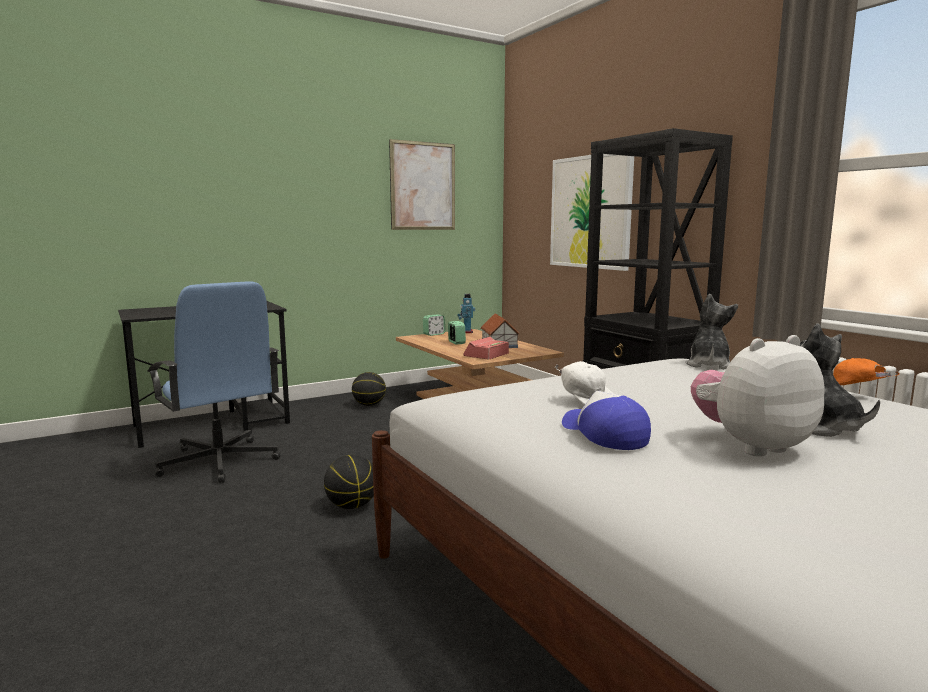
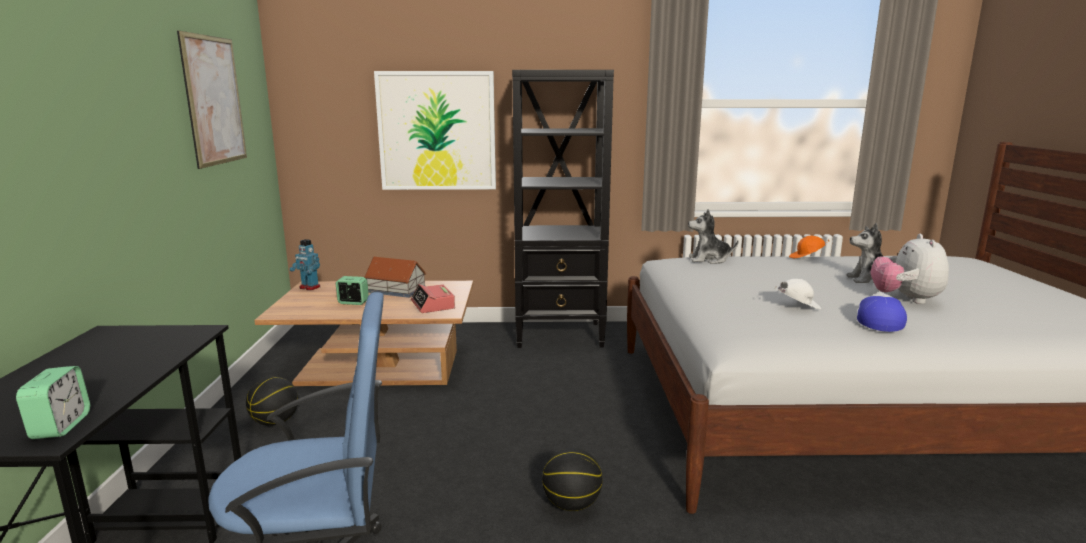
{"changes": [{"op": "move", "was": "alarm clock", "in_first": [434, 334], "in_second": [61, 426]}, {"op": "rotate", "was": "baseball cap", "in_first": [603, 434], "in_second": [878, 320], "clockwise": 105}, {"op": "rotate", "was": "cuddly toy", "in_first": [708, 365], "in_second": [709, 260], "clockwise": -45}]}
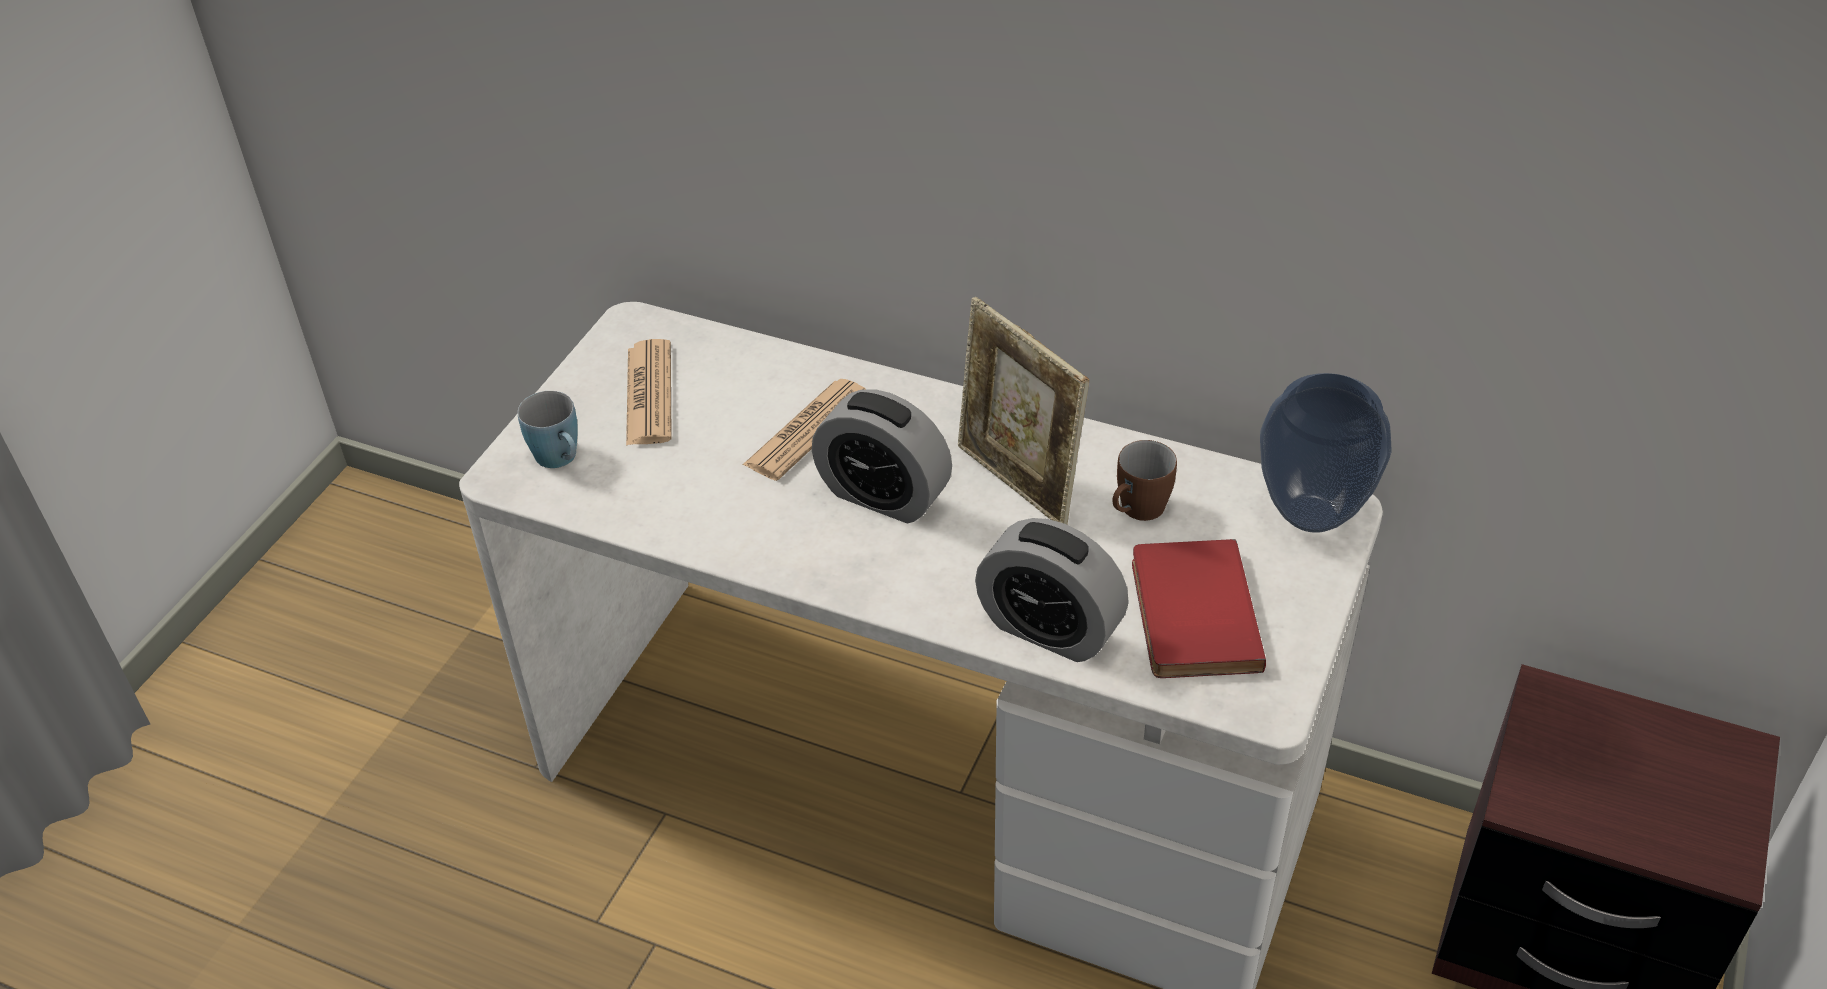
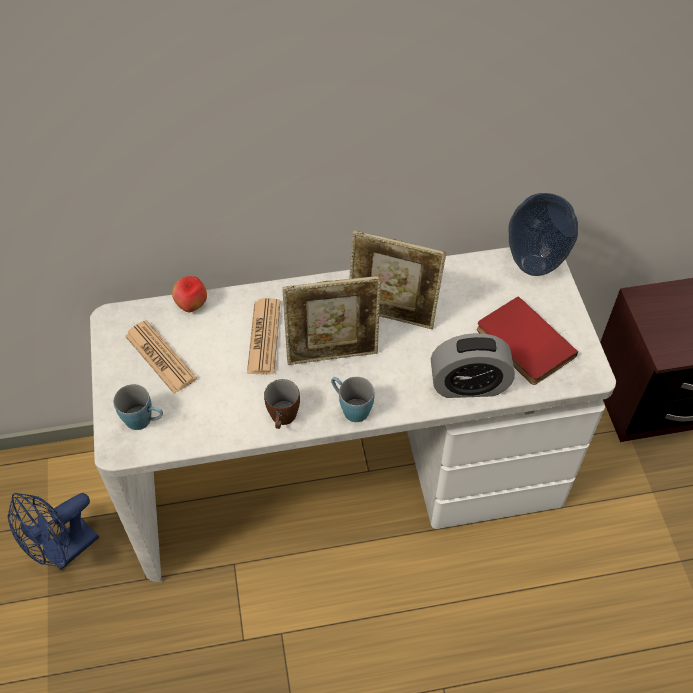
{"changes": [{"op": "replace", "was": "alarm clock", "now": "photo frame", "in_first": [883, 495], "in_second": [333, 354]}, {"op": "move", "was": "brown coffee mug", "in_first": [1136, 512], "in_second": [282, 420]}, {"op": "insert", "now": "blue-coloured electric fan", "in_second": [65, 552]}, {"op": "insert", "now": "whole apple", "in_second": [192, 305]}, {"op": "insert", "now": "blue-coloured coffee mug", "in_second": [350, 407]}]}
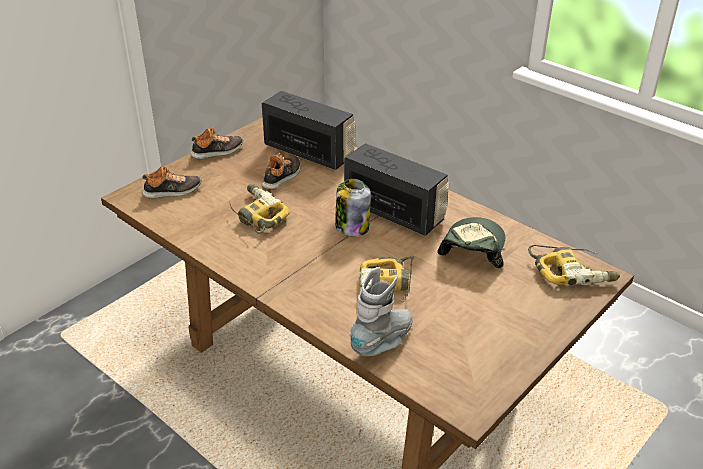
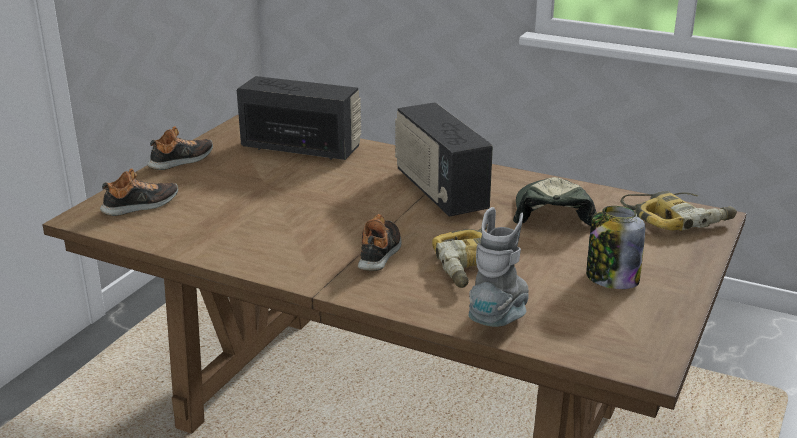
{"changes": [{"op": "delete", "was": "drill", "in_first": [256, 215]}, {"op": "move", "was": "item of footwear", "in_first": [282, 177], "in_second": [380, 253]}, {"op": "move", "was": "preserve jar", "in_first": [352, 227], "in_second": [611, 278]}, {"op": "rotate", "was": "radio set", "in_first": [394, 212], "in_second": [439, 191], "clockwise": -135}]}
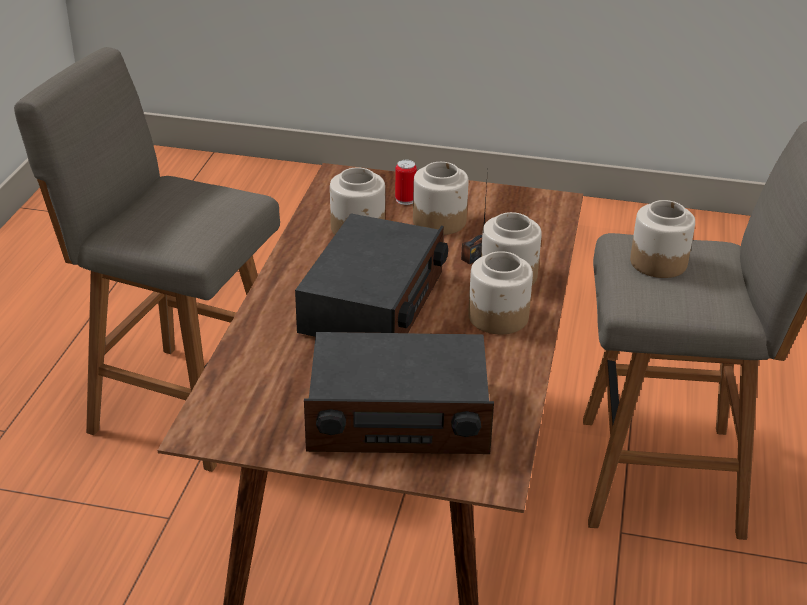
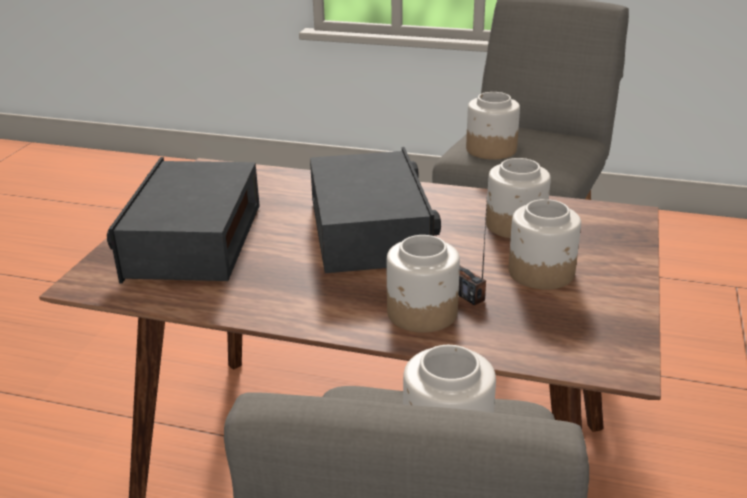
{"changes": [{"op": "rotate", "was": "radio set", "in_first": [373, 303], "in_second": [370, 232], "clockwise": -120}, {"op": "delete", "was": "metal can", "in_first": [405, 200]}, {"op": "move", "was": "preserve jar", "in_first": [498, 317], "in_second": [490, 149]}]}
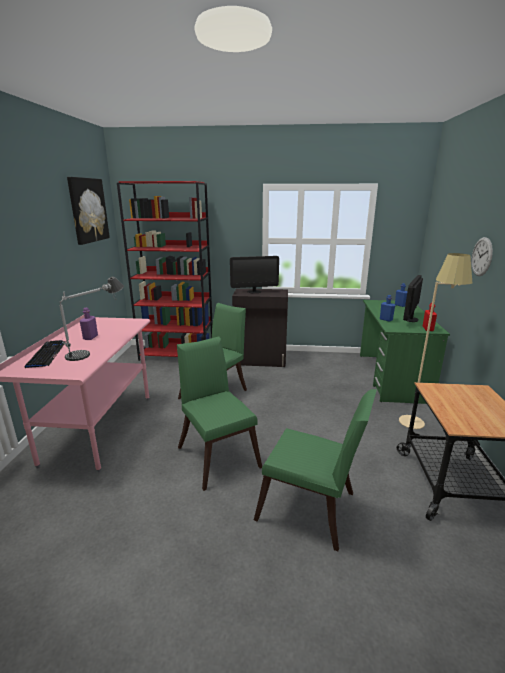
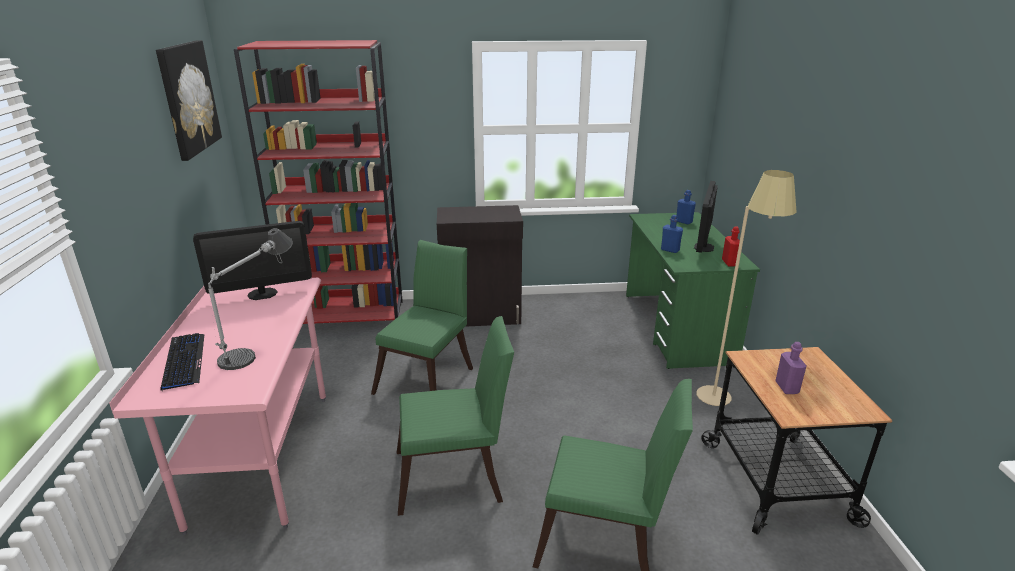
{"changes": [{"op": "move", "was": "purple-coloured bottle", "in_first": [90, 337], "in_second": [786, 388]}, {"op": "rotate", "was": "green chair", "in_first": [217, 453], "in_second": [456, 476], "clockwise": 120}, {"op": "move", "was": "monitor", "in_first": [254, 291], "in_second": [262, 294]}, {"op": "delete", "was": "wall clock", "in_first": [481, 256]}]}
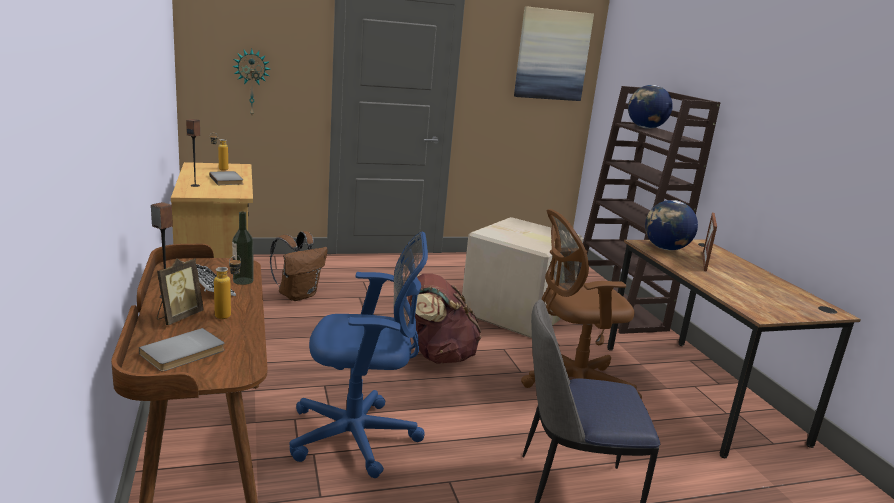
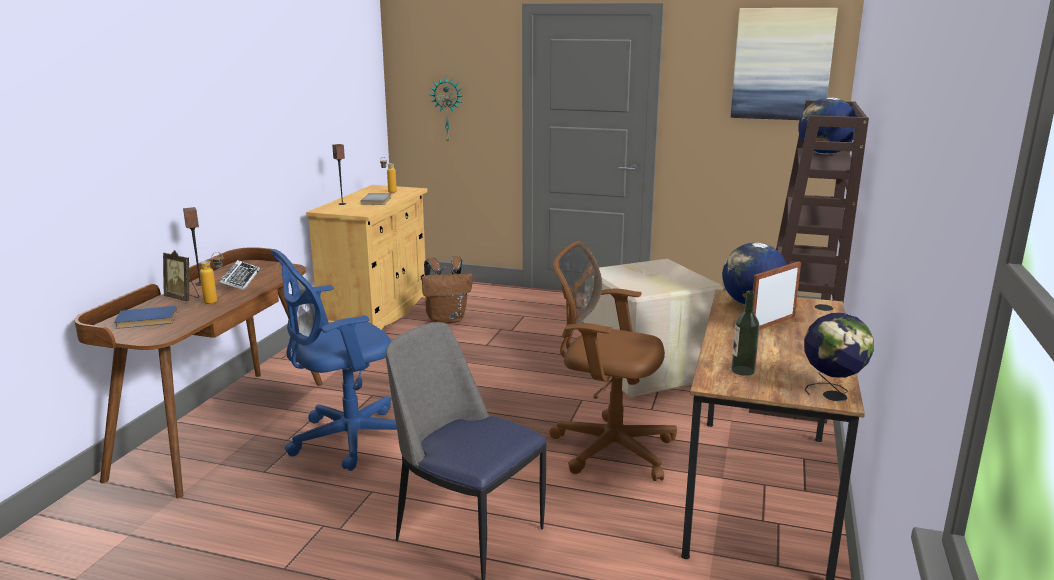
{"changes": [{"op": "recolor", "was": "gray bound book", "now": "blue-coloured bound book", "in_first": [184, 353], "in_second": [146, 320]}, {"op": "rotate", "was": "photo frame", "in_first": [178, 317], "in_second": [183, 298], "clockwise": 60}, {"op": "move", "was": "bottle", "in_first": [243, 281], "in_second": [742, 370]}, {"op": "rotate", "was": "blue-coloured desk chair", "in_first": [359, 437], "in_second": [347, 440], "clockwise": 120}, {"op": "delete", "was": "brown backpack", "in_first": [438, 355]}, {"op": "insert", "now": "globe", "in_second": [832, 390]}]}
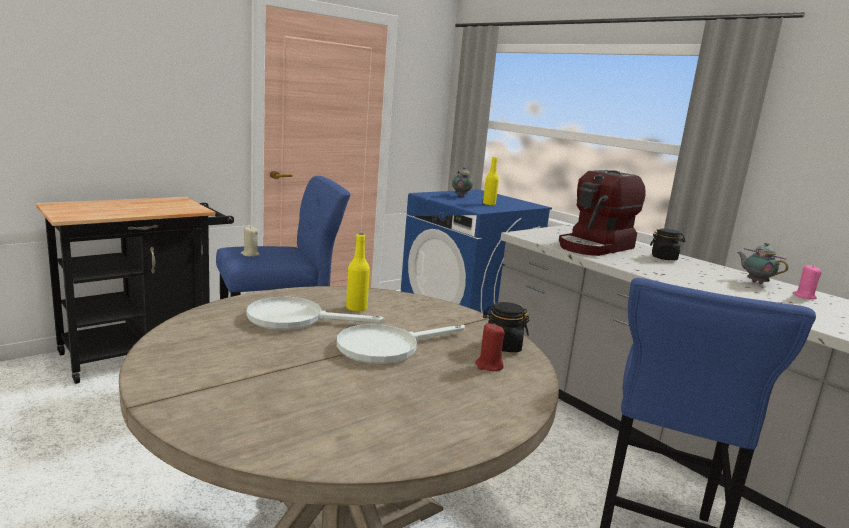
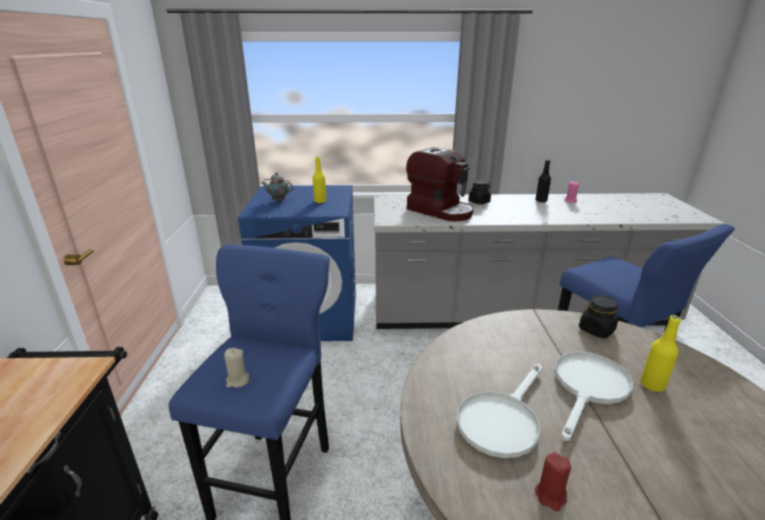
{"changes": [{"op": "rotate", "was": "white-coloured skillet", "in_first": [387, 347], "in_second": [588, 388], "clockwise": -150}, {"op": "move", "was": "yellow bottle", "in_first": [356, 308], "in_second": [652, 385]}, {"op": "move", "was": "red-coloured candle", "in_first": [489, 366], "in_second": [550, 495]}, {"op": "rotate", "was": "coffee maker", "in_first": [595, 247], "in_second": [440, 210], "clockwise": -45}, {"op": "replace", "was": "pot for tea", "now": "black bottle", "in_first": [755, 282], "in_second": [541, 201]}]}
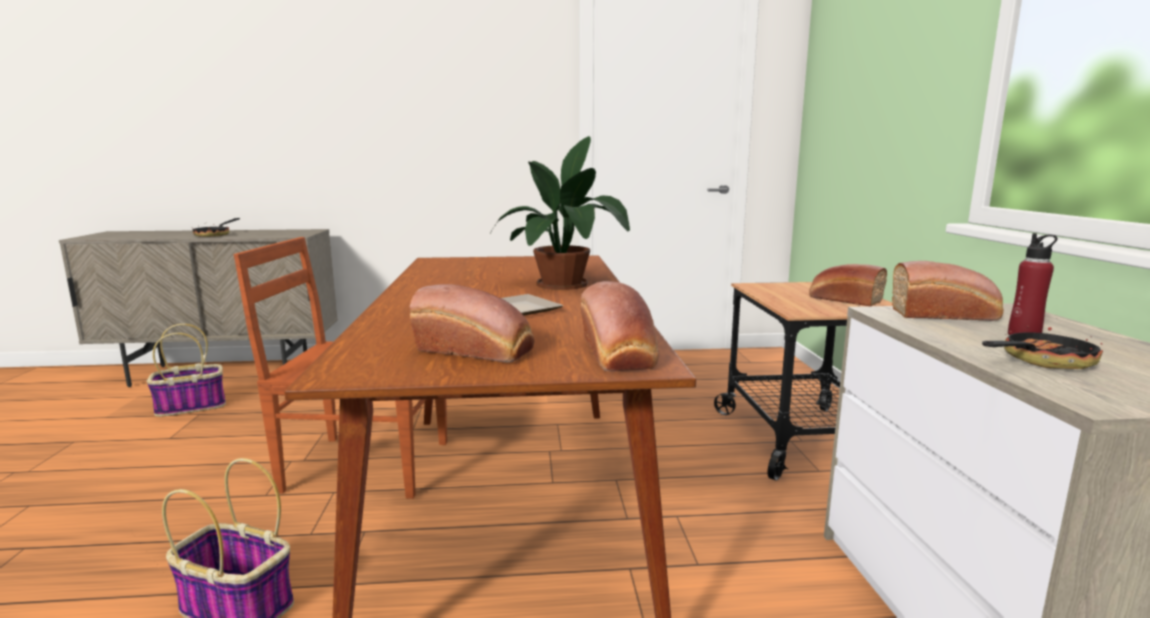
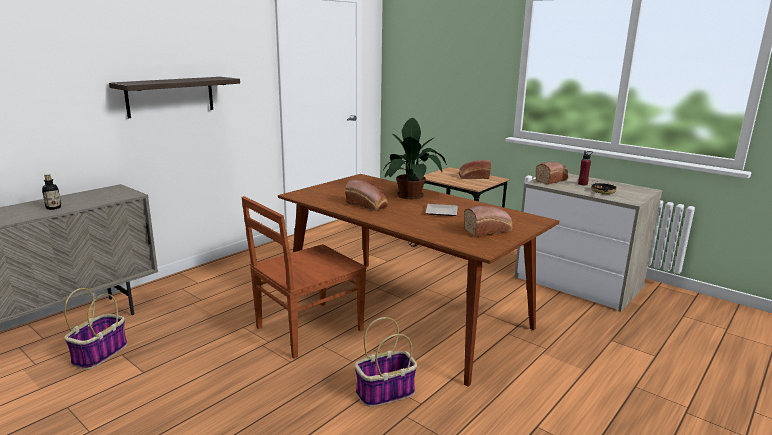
{"changes": [{"op": "replace", "was": "skillet", "now": "bottle", "in_first": [215, 235], "in_second": [53, 208]}, {"op": "move", "was": "bakery bread", "in_first": [618, 354], "in_second": [368, 205]}, {"op": "insert", "now": "shelf", "in_second": [170, 96]}]}
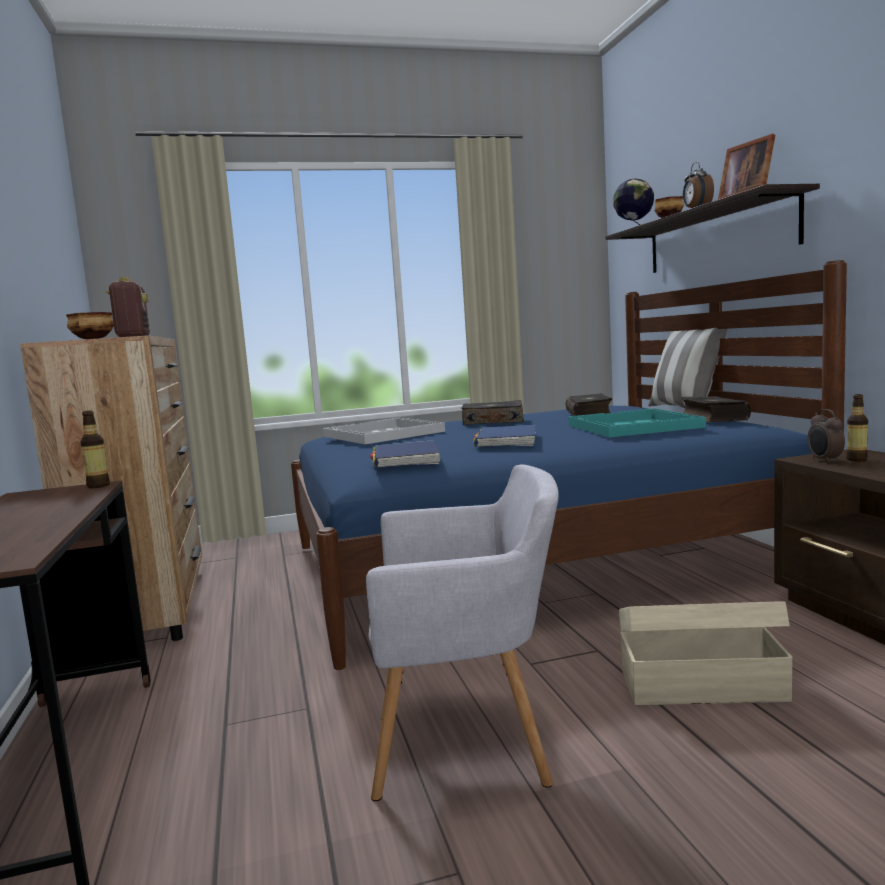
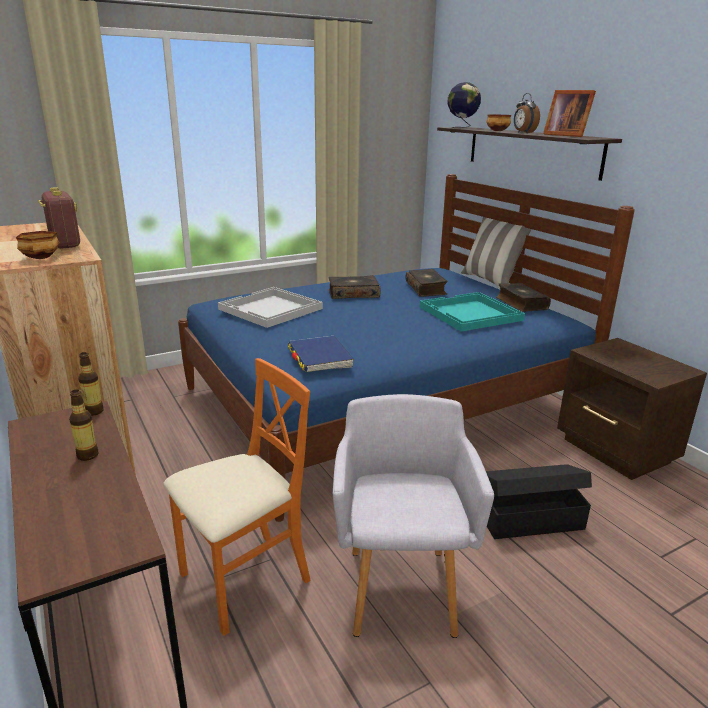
{"changes": [{"op": "rotate", "was": "gray lounge chair", "in_first": [470, 747], "in_second": [401, 584], "clockwise": -75}, {"op": "delete", "was": "blue-coloured bound book", "in_first": [506, 441]}, {"op": "recolor", "was": "beige storage box", "now": "black storage box", "in_first": [700, 685], "in_second": [528, 519]}, {"op": "delete", "was": "alarm clock", "in_first": [824, 460]}, {"op": "move", "was": "bottle", "in_first": [856, 459], "in_second": [87, 455]}, {"op": "insert", "now": "orangey chair", "in_second": [244, 580]}]}
